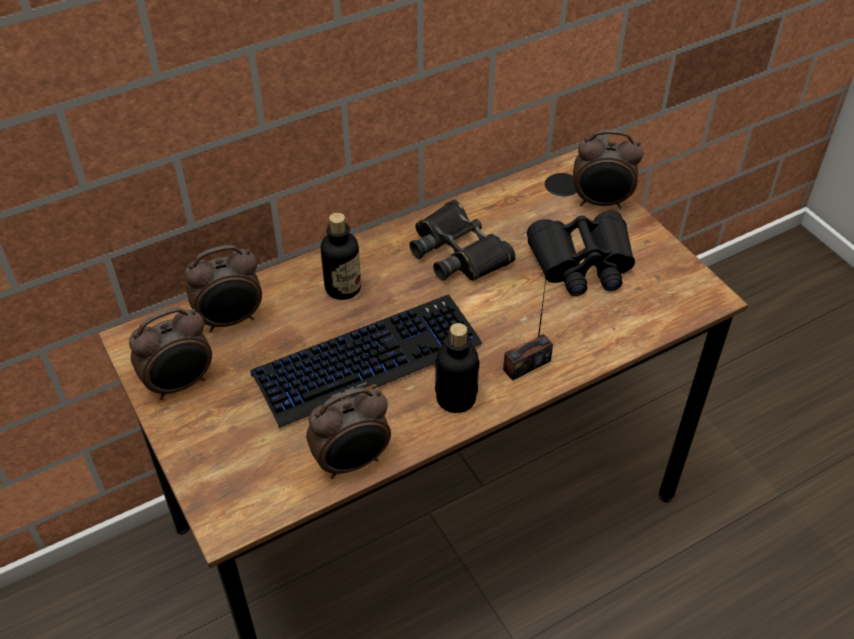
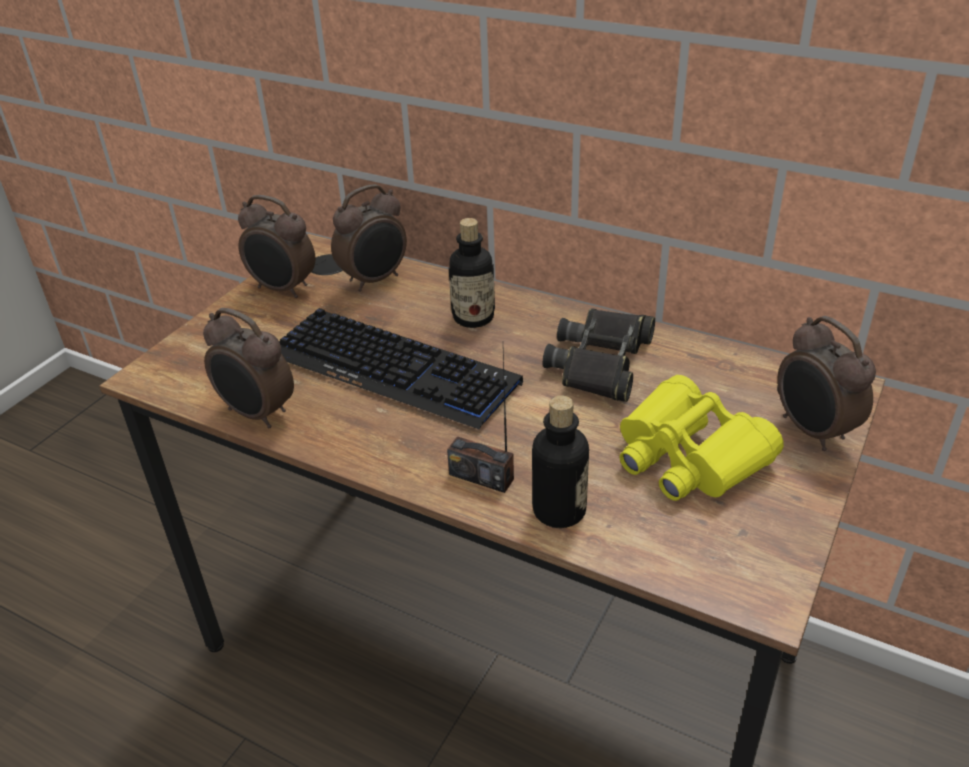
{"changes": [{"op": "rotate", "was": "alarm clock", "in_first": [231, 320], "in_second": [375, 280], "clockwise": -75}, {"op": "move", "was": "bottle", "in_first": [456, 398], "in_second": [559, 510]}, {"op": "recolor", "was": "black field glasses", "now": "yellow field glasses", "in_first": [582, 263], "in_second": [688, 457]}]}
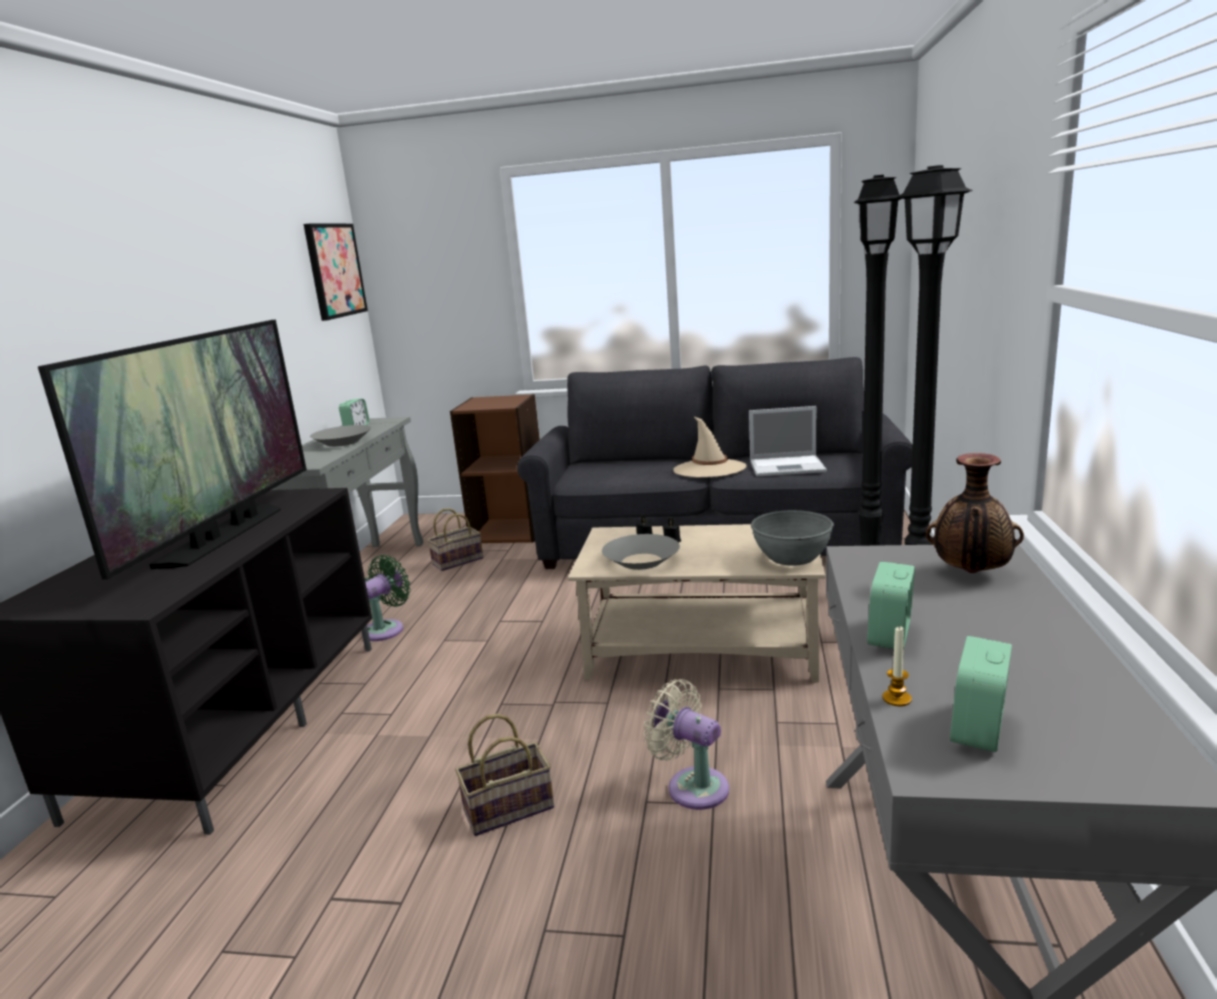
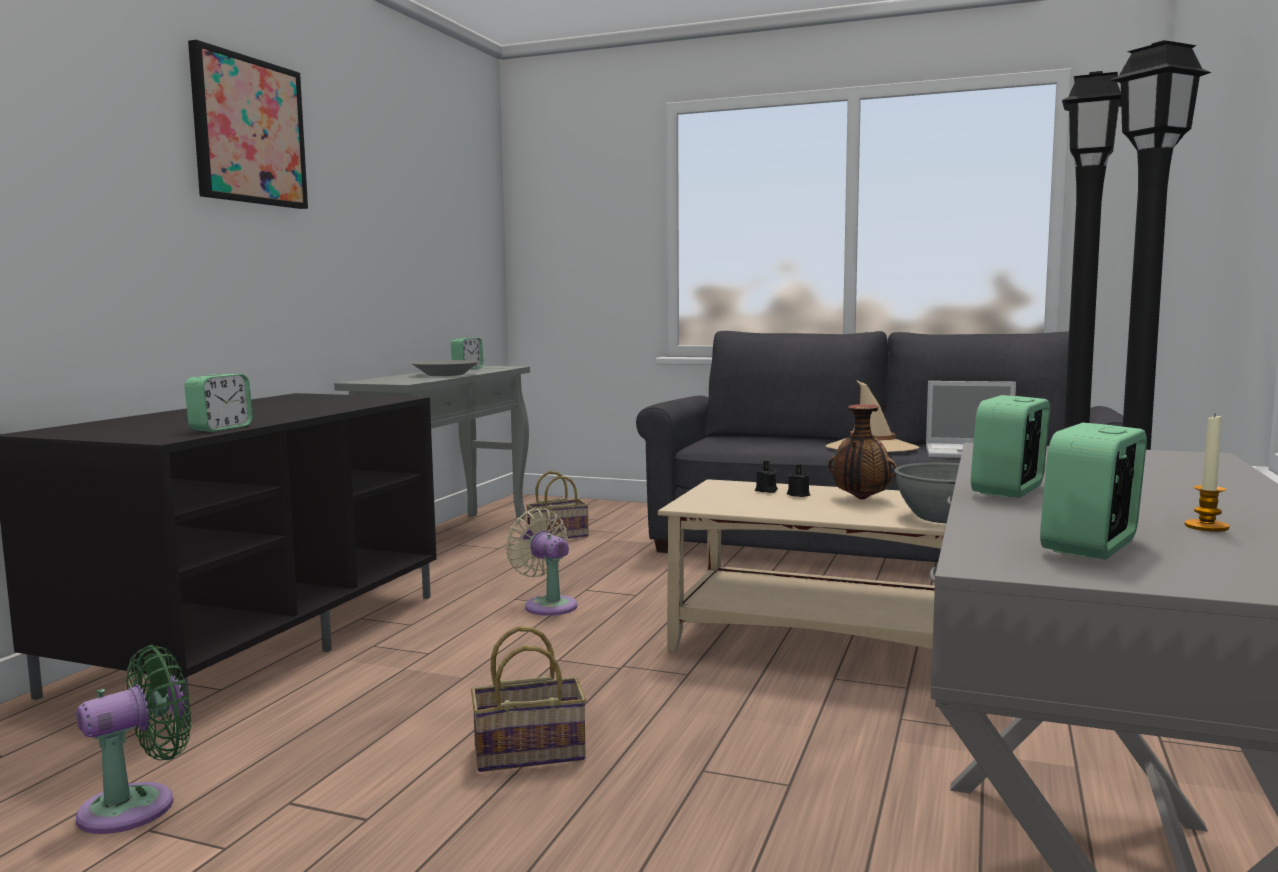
{"changes": [{"op": "delete", "was": "TV set", "in_first": [223, 535]}, {"op": "move", "was": "wall picture", "in_first": [334, 270], "in_second": [248, 131]}, {"op": "move", "was": "green electric fan", "in_first": [387, 629], "in_second": [137, 806]}, {"op": "delete", "was": "brown bookcase", "in_first": [510, 530]}, {"op": "delete", "was": "gray deep dish", "in_first": [641, 561]}, {"op": "move", "was": "beige electric fan", "in_first": [692, 786], "in_second": [547, 605]}, {"op": "move", "was": "candle", "in_first": [896, 698], "in_second": [1206, 527]}, {"op": "move", "was": "decorative vase", "in_first": [971, 572], "in_second": [861, 499]}, {"op": "insert", "now": "alarm clock", "in_second": [221, 428]}]}
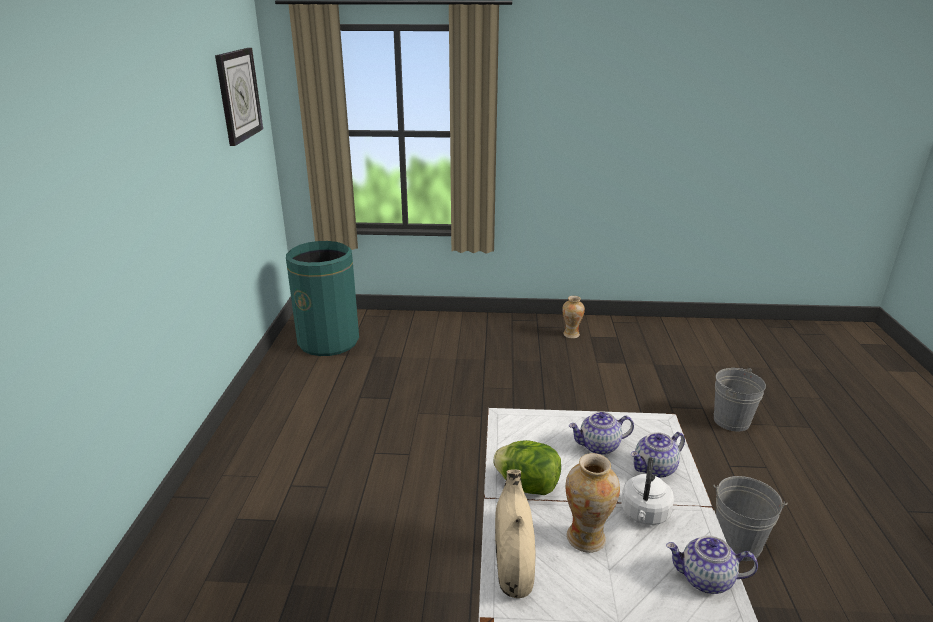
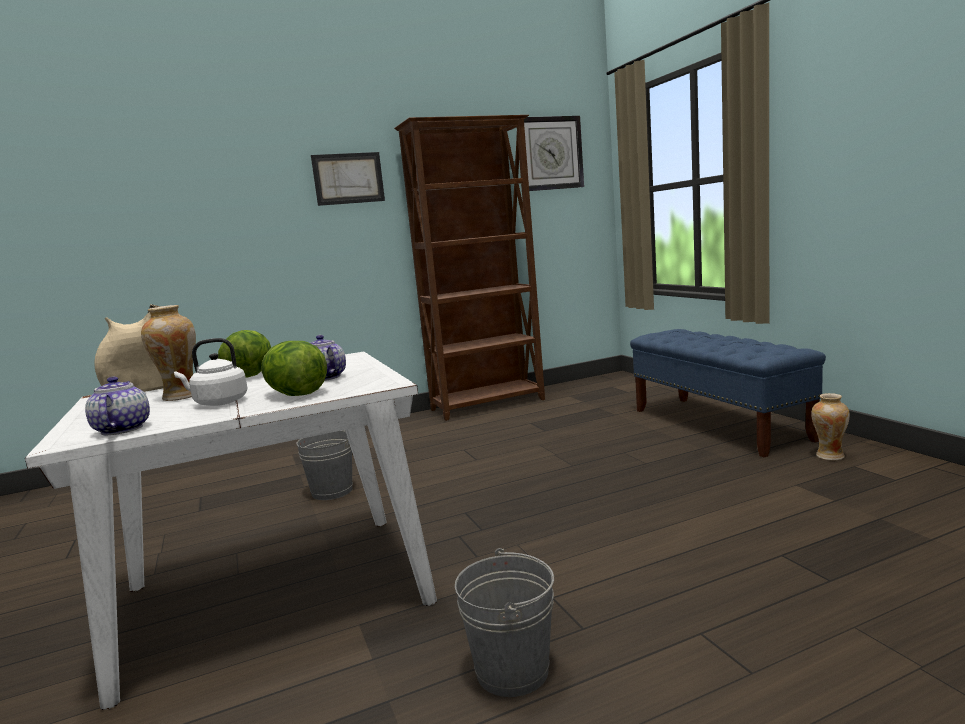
{"changes": [{"op": "delete", "was": "green trash can", "in_first": [329, 341]}, {"op": "replace", "was": "pot for tea", "now": "lettuce", "in_first": [655, 469], "in_second": [296, 394]}, {"op": "move", "was": "gray water bucket", "in_first": [731, 420], "in_second": [332, 491]}, {"op": "insert", "now": "wall picture", "in_second": [348, 178]}, {"op": "insert", "now": "brown bookcase", "in_second": [489, 405]}, {"op": "insert", "now": "blue-coloured long seat", "in_second": [718, 424]}]}
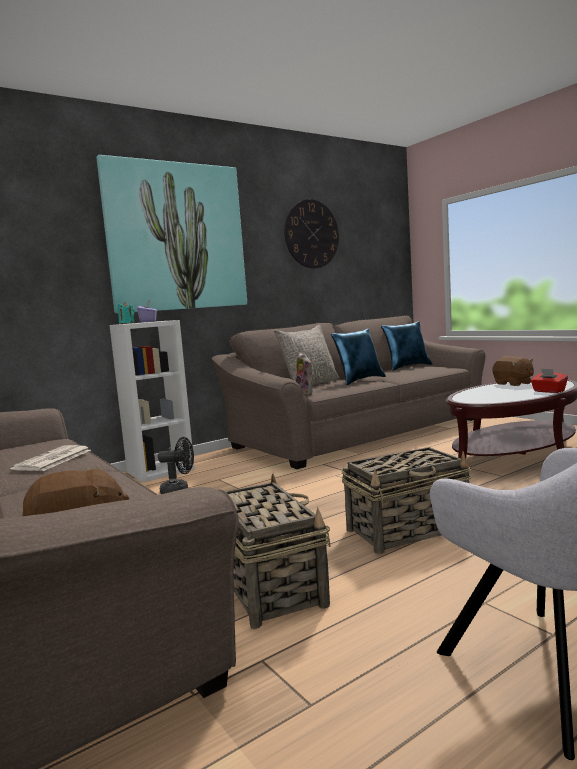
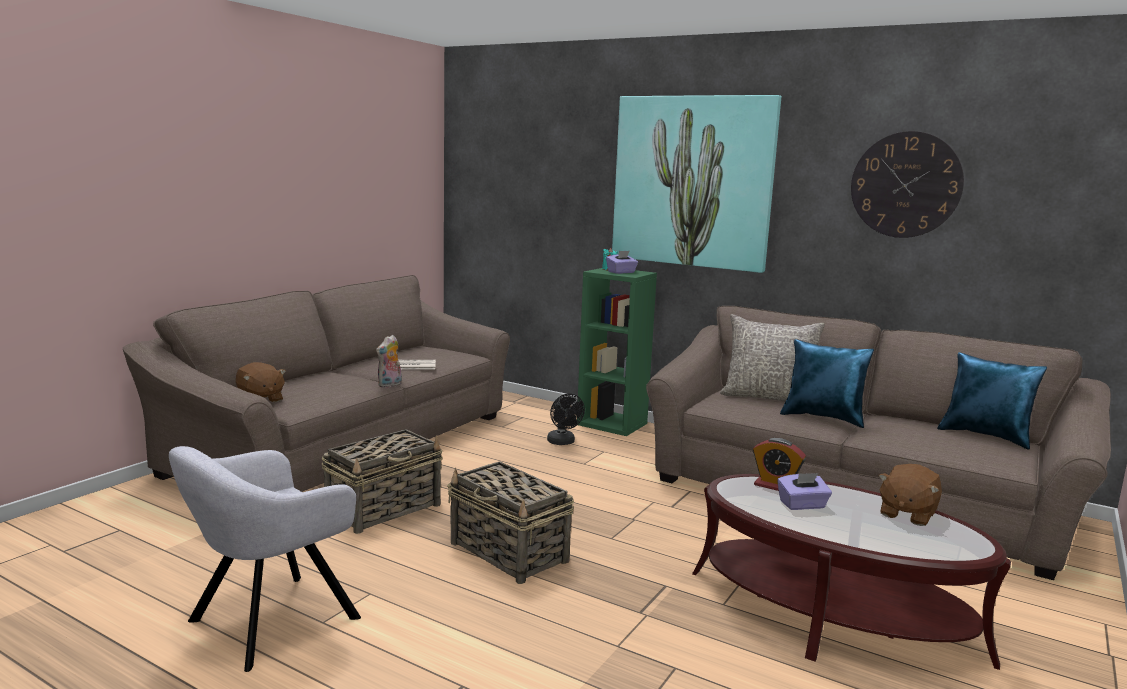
{"changes": [{"op": "recolor", "was": "white-coloured bookcase", "now": "green bookcase", "in_first": [160, 470], "in_second": [613, 424]}, {"op": "move", "was": "cuddly toy", "in_first": [306, 394], "in_second": [390, 385]}, {"op": "delete", "was": "red-coloured box of tissues", "in_first": [548, 391]}, {"op": "insert", "now": "alarm clock", "in_second": [775, 486]}, {"op": "insert", "now": "purple-coloured box of tissues", "in_second": [802, 505]}]}
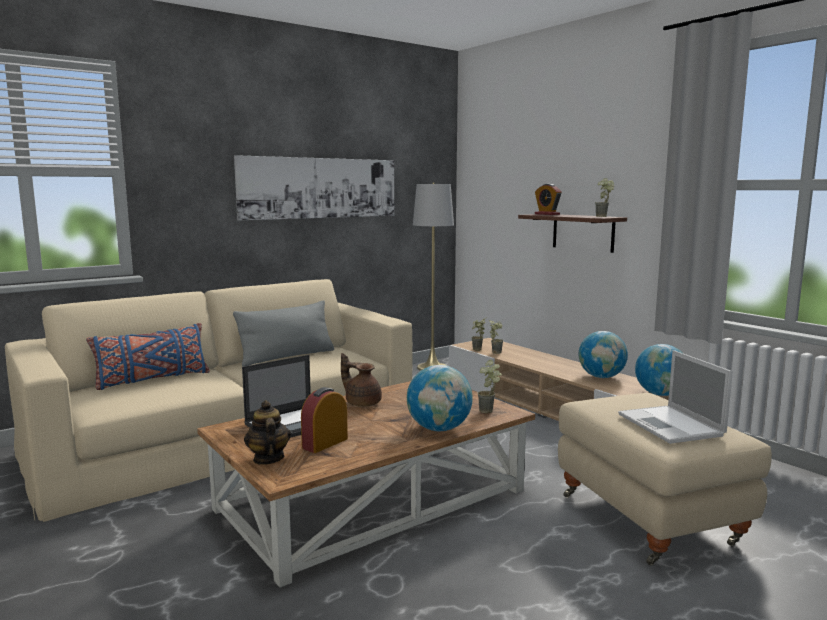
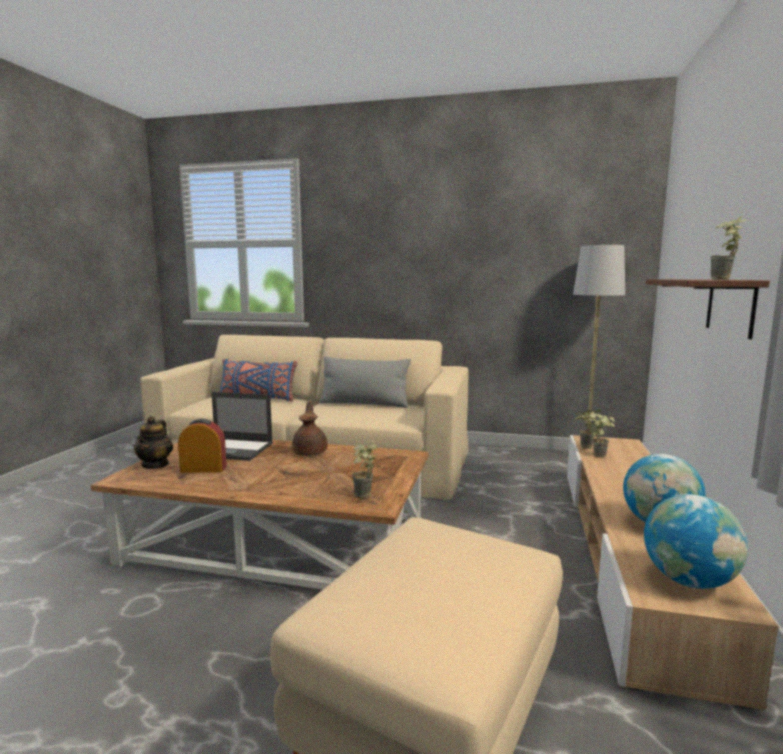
{"changes": [{"op": "delete", "was": "wall picture", "in_first": [320, 188]}, {"op": "rotate", "was": "pot for tea", "in_first": [268, 459], "in_second": [155, 464], "clockwise": 150}, {"op": "delete", "was": "globe", "in_first": [439, 429]}, {"op": "delete", "was": "alarm clock", "in_first": [547, 214]}, {"op": "delete", "was": "portable computer", "in_first": [671, 425]}]}
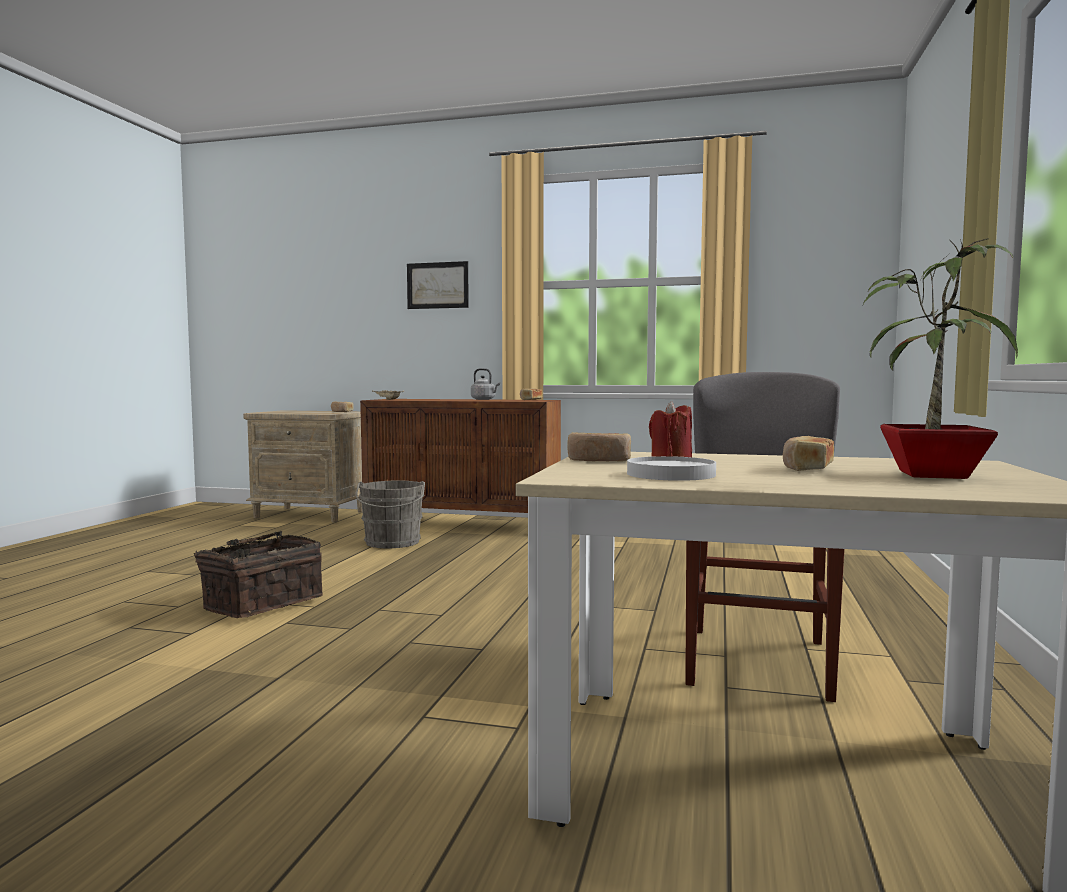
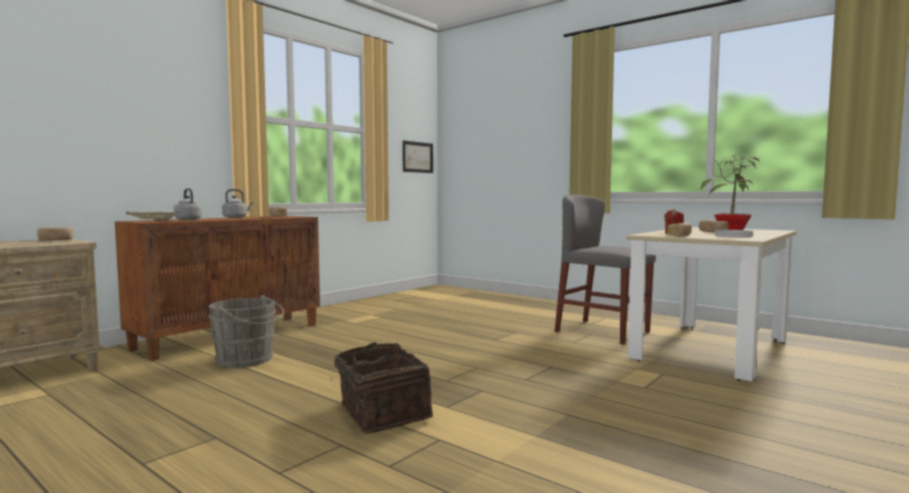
{"changes": [{"op": "move", "was": "wall picture", "in_first": [437, 285], "in_second": [417, 157]}, {"op": "insert", "now": "gray water kettle", "in_second": [187, 220]}]}
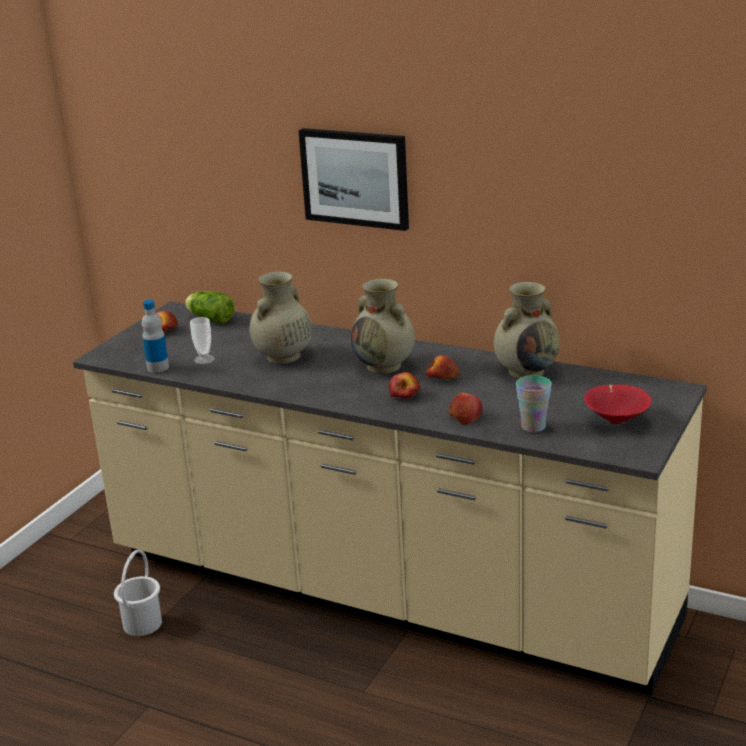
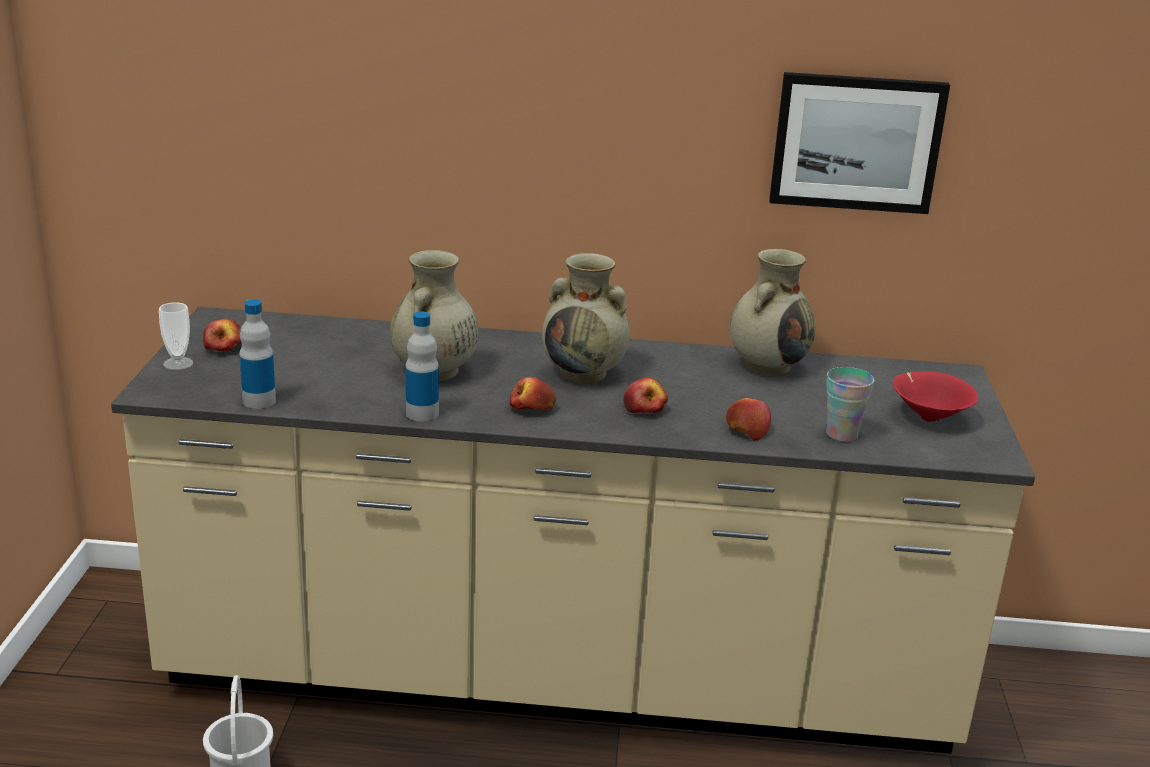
{"changes": [{"op": "delete", "was": "lettuce", "in_first": [209, 318]}, {"op": "move", "was": "small cup", "in_first": [204, 359], "in_second": [178, 363]}, {"op": "move", "was": "wall picture", "in_first": [355, 178], "in_second": [856, 142]}, {"op": "move", "was": "whole apple", "in_first": [442, 378], "in_second": [532, 408]}, {"op": "insert", "now": "bottle", "in_second": [422, 413]}]}
